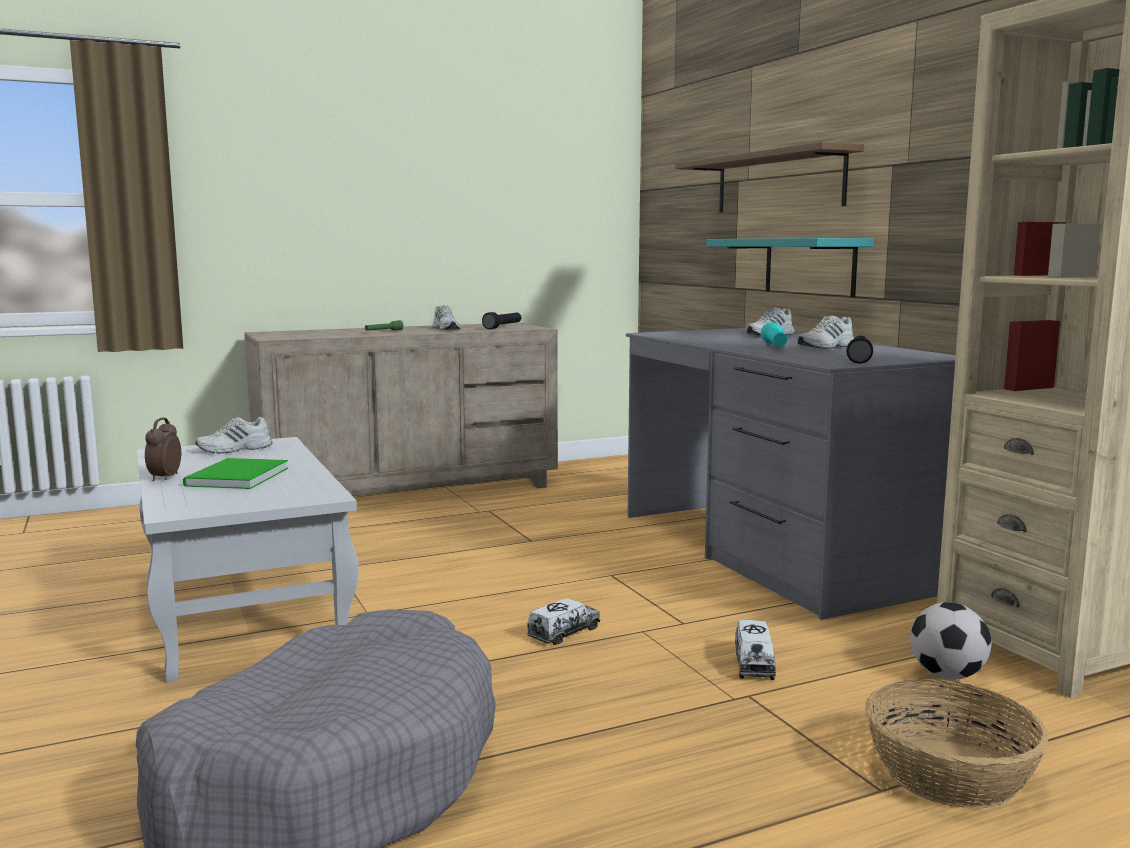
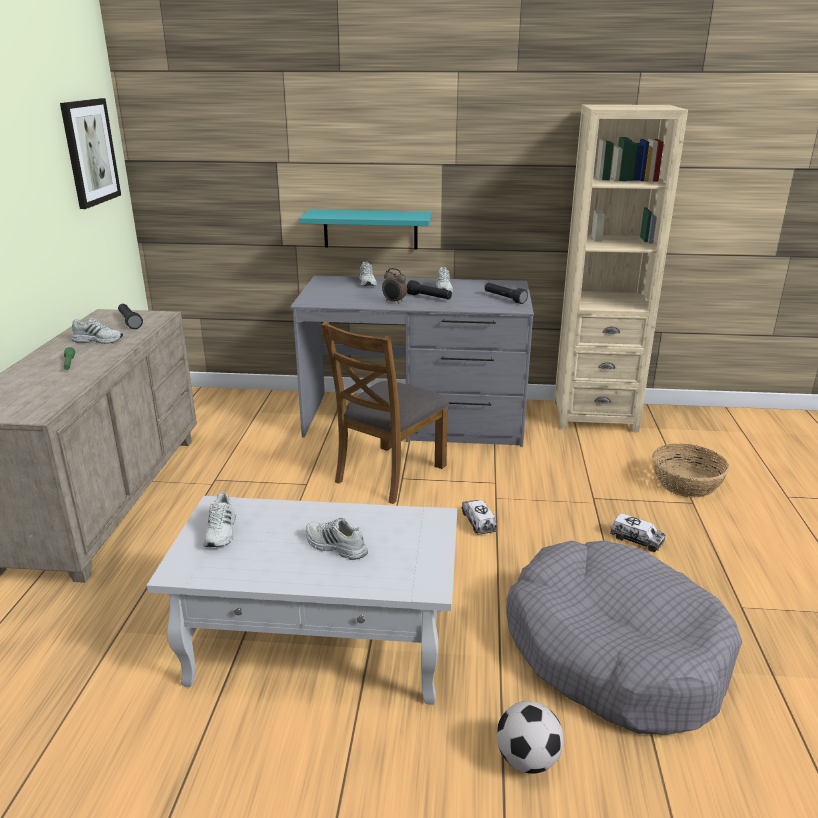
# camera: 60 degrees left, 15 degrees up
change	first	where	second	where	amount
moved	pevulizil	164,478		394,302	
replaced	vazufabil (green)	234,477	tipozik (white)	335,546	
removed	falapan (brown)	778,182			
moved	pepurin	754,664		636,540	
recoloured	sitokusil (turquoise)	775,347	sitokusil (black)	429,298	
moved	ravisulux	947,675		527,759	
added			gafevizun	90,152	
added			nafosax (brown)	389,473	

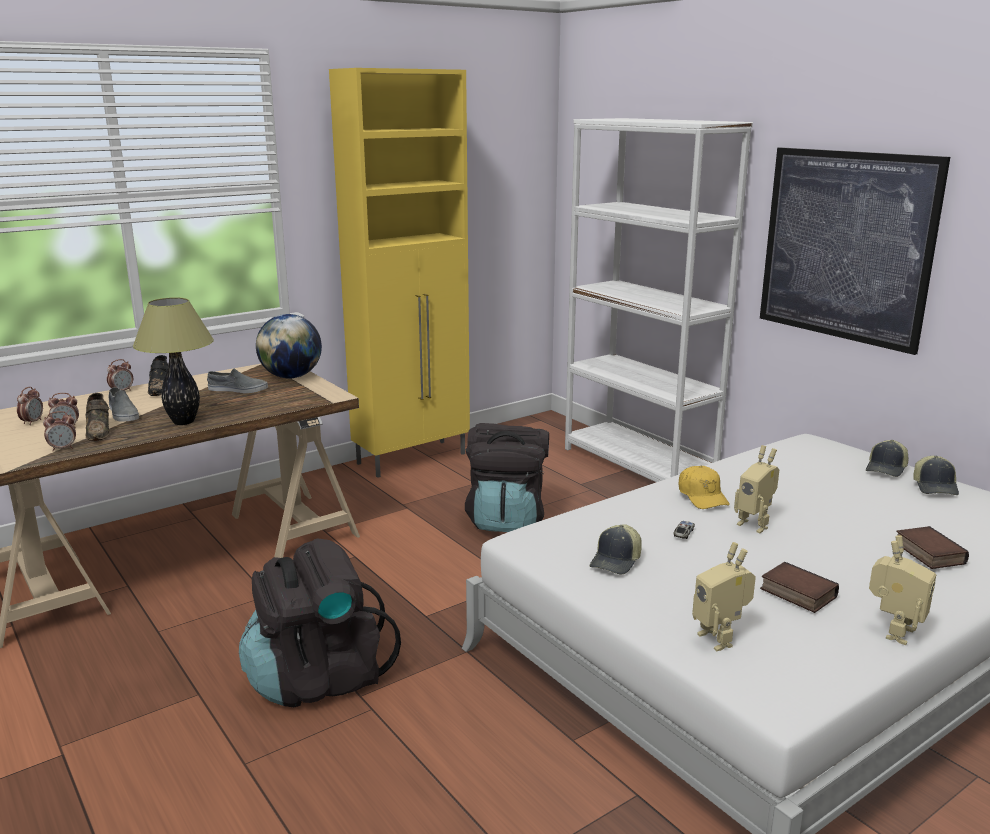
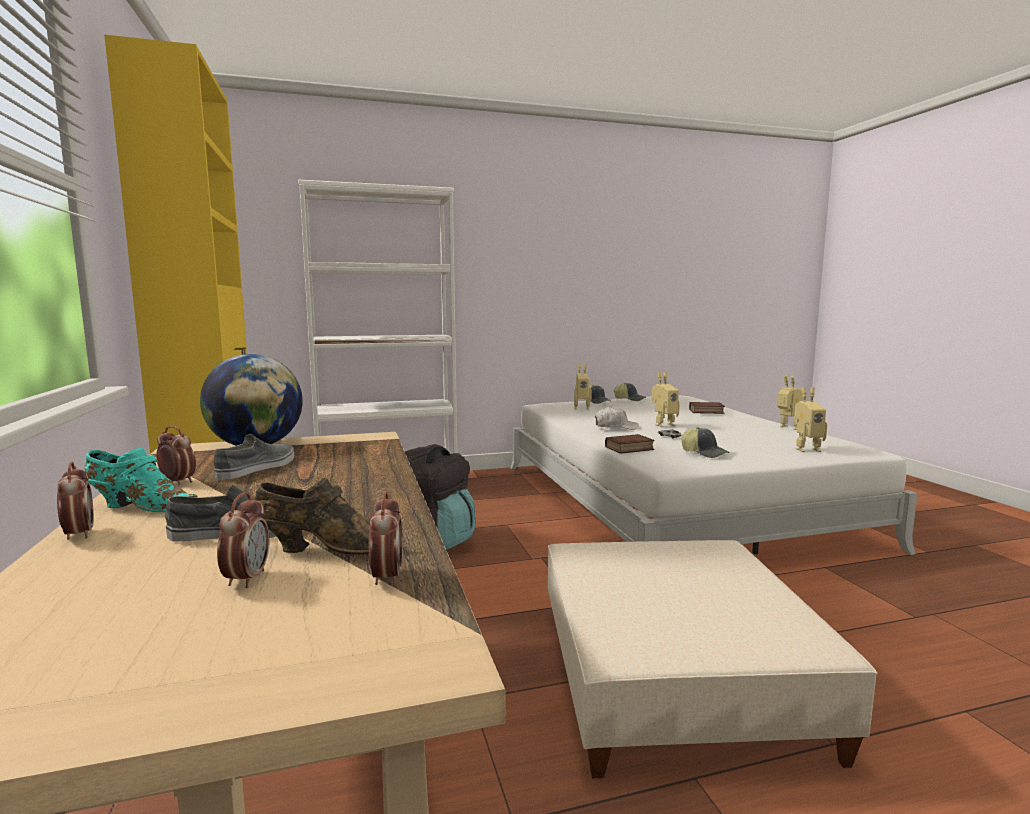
# camera: 70 degrees left, 10 degrees down
change	first	where	second	where	amount
moved	pevulizil	32,422		178,482	
removed	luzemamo	183,422			
recoloured	tipozik (black)	161,389	tipozik (turquoise)	140,506	
replaced	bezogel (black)	318,678	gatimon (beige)	674,677	
recoloured	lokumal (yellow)	702,496	lokumal (white)	615,427	
removed	gafevizun	845,246			
moved	vazufabil	796,593		629,449	
added			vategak	581,408	

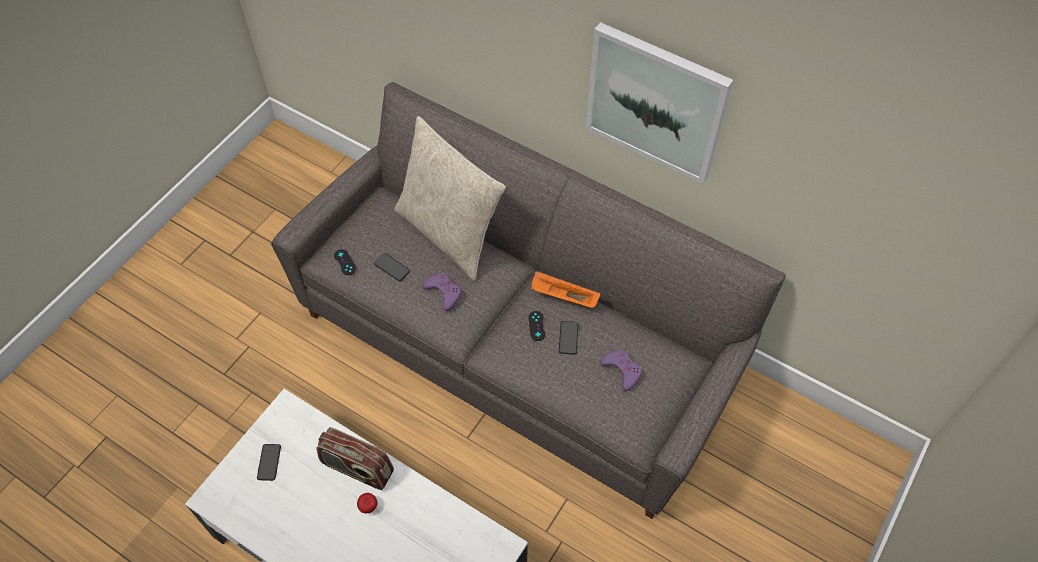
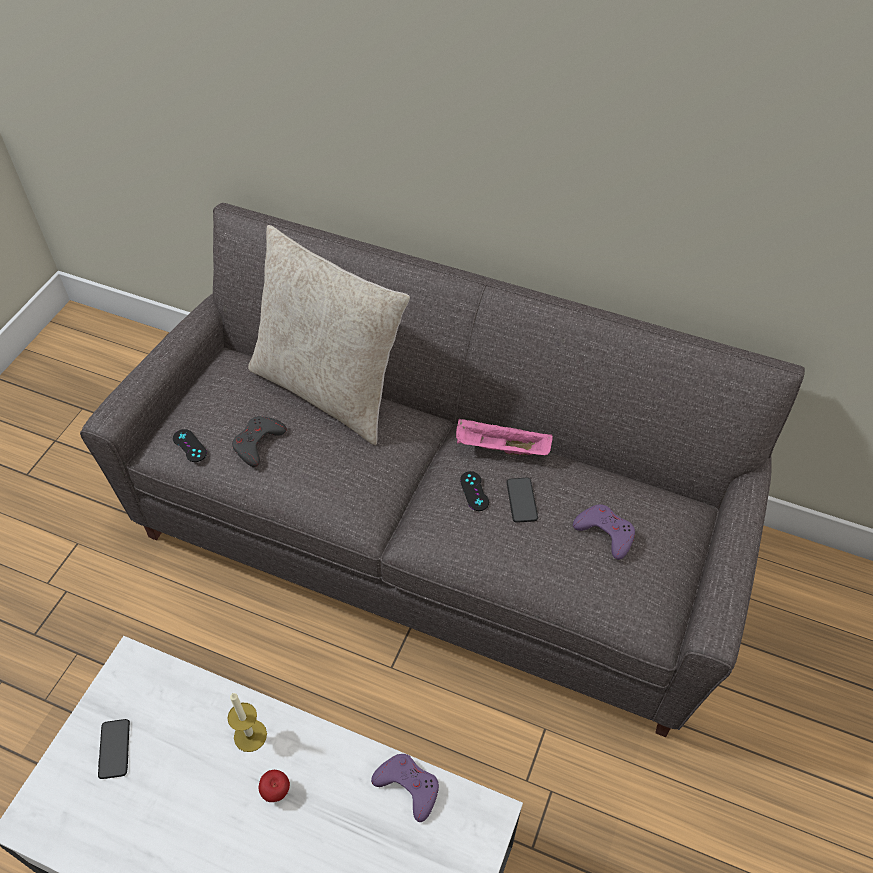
# camera: 10 degrees left, 5 degrees down
change	first	where	second	where	amount
replaced	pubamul	357,468	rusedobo	250,735	
replaced	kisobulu	392,267	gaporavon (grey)	258,443	
moved	gaporavon (purple)	443,292		408,786	
recoloured	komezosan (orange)	563,297	komezosan (pink)	500,448	
removed	gafevizun	656,102			

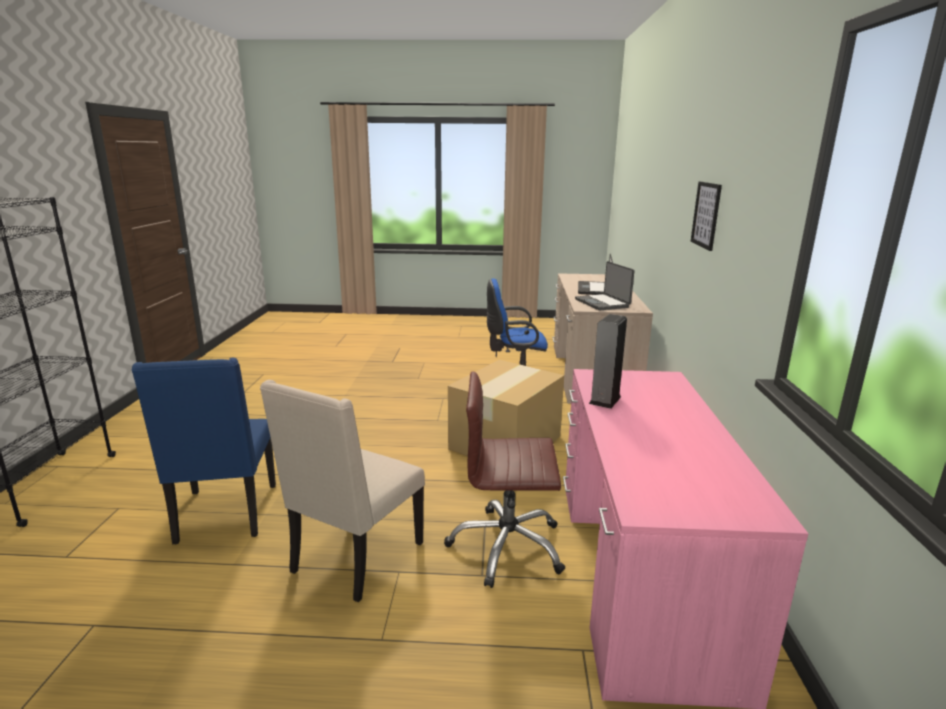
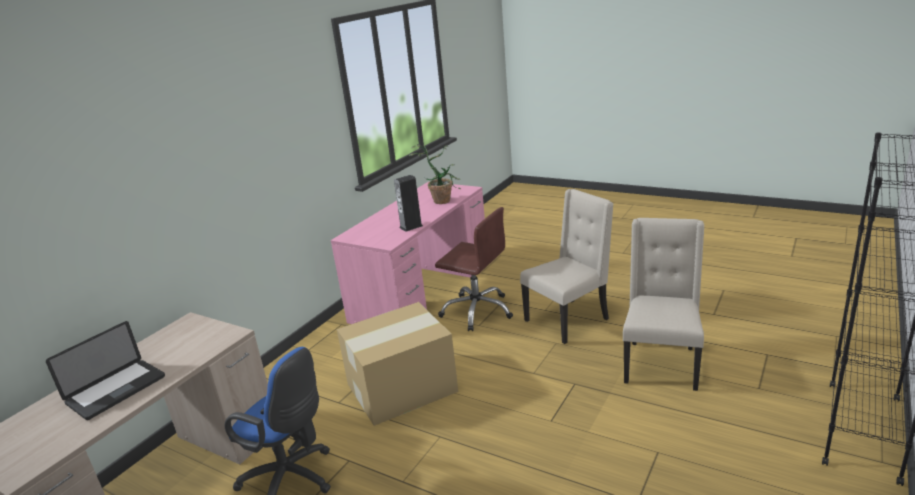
# camera: 150 degrees left, 5 degrees up
change	first	where	second	where	amount
recoloured	nafosax (blue)	225,515	nafosax (beige)	660,364	
removed	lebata	603,303			
removed	gafevizun	706,215			
added			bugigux	442,199	

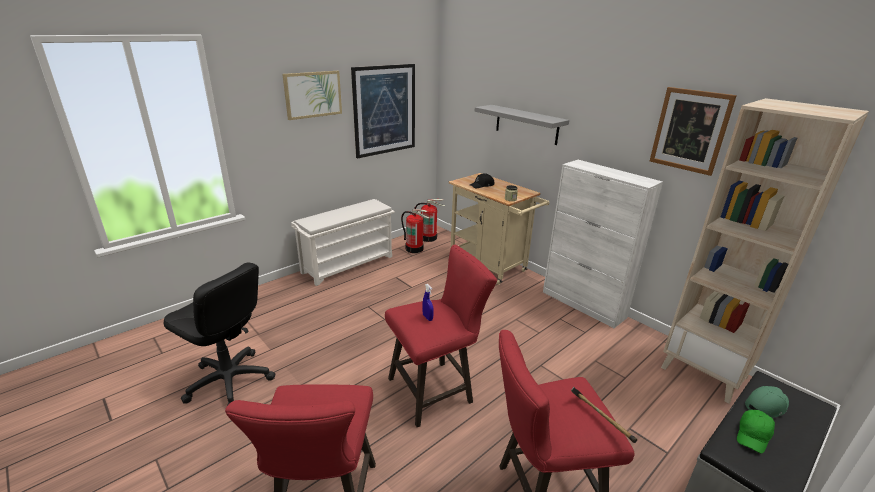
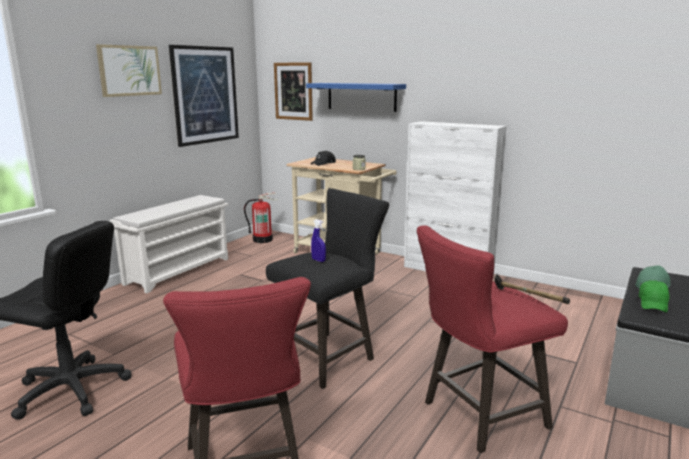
# camera: 15 degrees left, 10 degrees down
change	first	where	second	where	amount
recoloured	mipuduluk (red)	436,389	mipuduluk (black)	329,355	
removed	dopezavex	414,249			
recoloured	falapan (grey)	526,124	falapan (blue)	361,96	
moved	gafevizun	690,130		293,91	
removed	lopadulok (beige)	705,372			

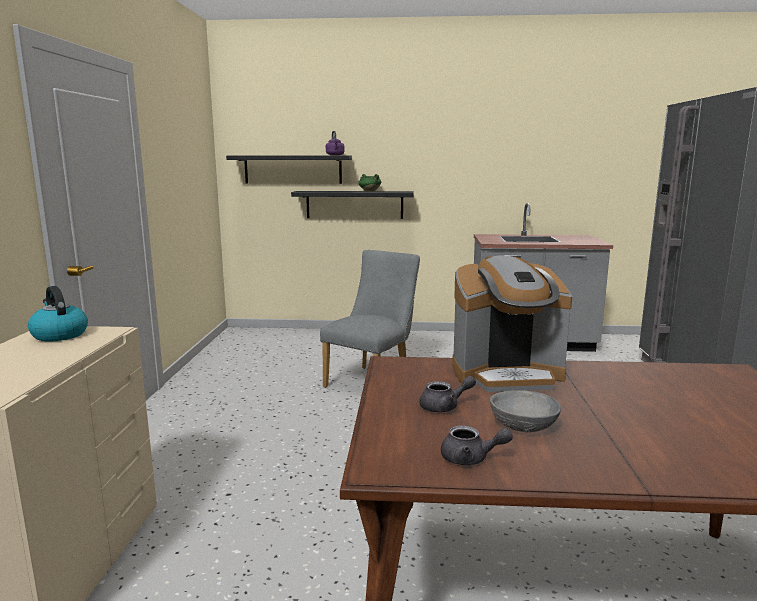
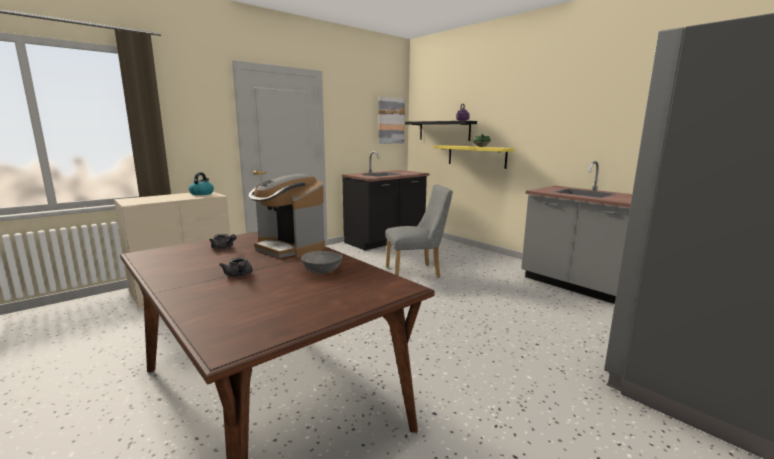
# camera: 45 degrees right, 0 degrees up
change	first	where	second	where	amount
recoloured	falapan (black)	354,204	falapan (yellow)	476,156	
moved	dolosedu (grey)	471,459		239,275	
moved	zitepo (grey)	523,426		321,271	
added			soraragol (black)	386,240	
added			gafevizun	390,120	

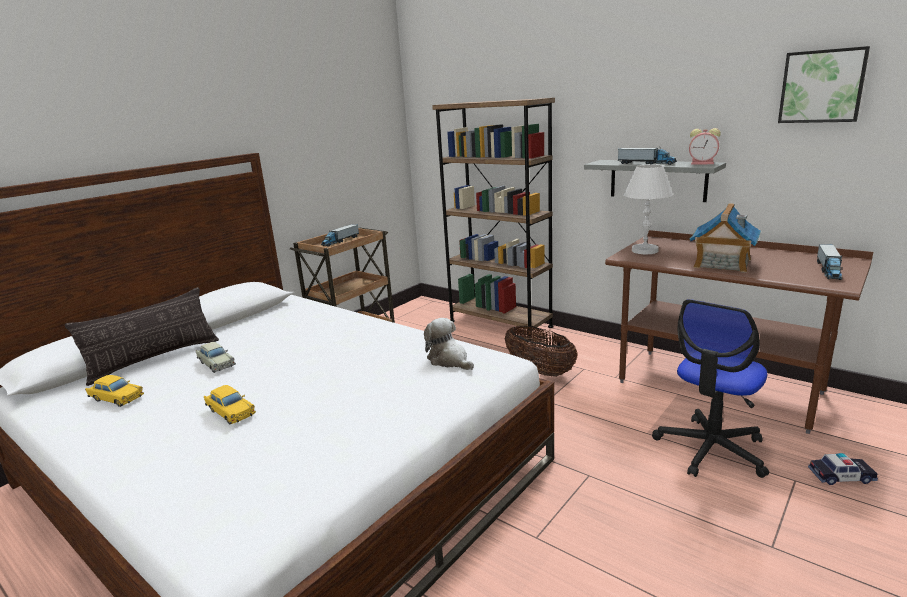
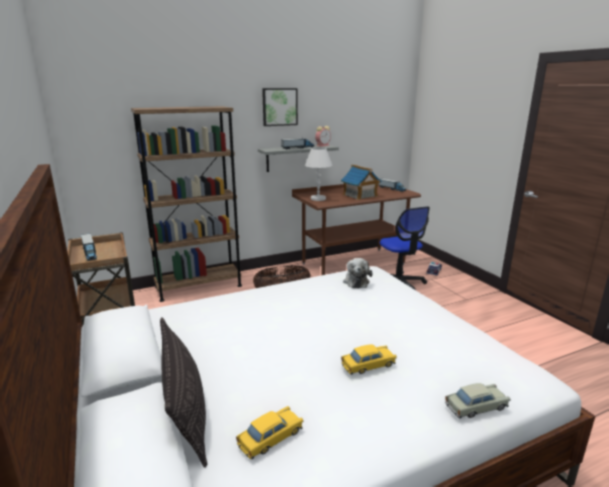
# camera: 65 degrees left, 0 degrees up
change	first	where	second	where	amount
moved	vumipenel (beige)	216,363		476,407	
turned	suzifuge	449,360		356,281	75 degrees counterclockwise
moved	gafevizun	822,86		279,107	

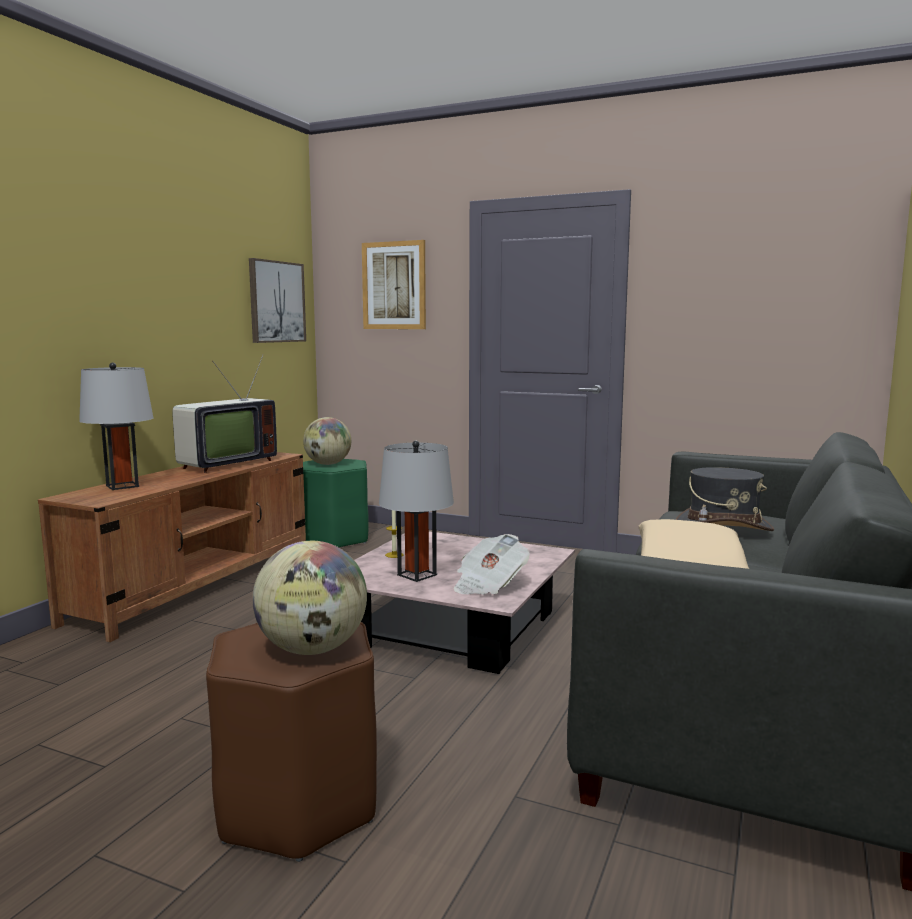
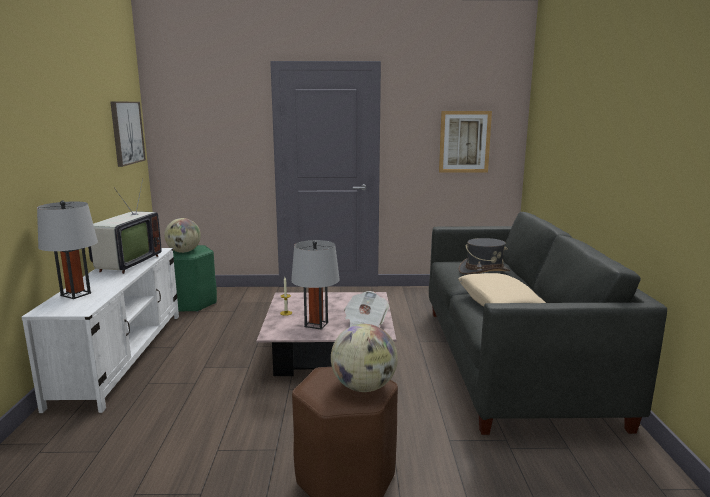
# camera: 25 degrees left, 5 degrees up
change	first	where	second	where	amount
recoloured	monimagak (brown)	198,584	monimagak (white)	122,355	
moved	gafevizun	394,285		464,142	

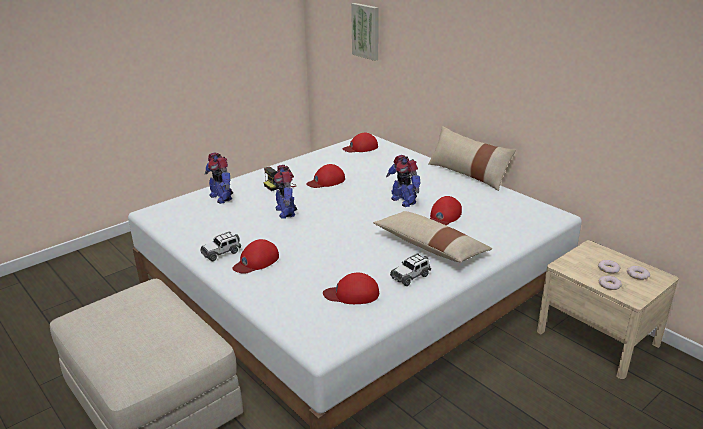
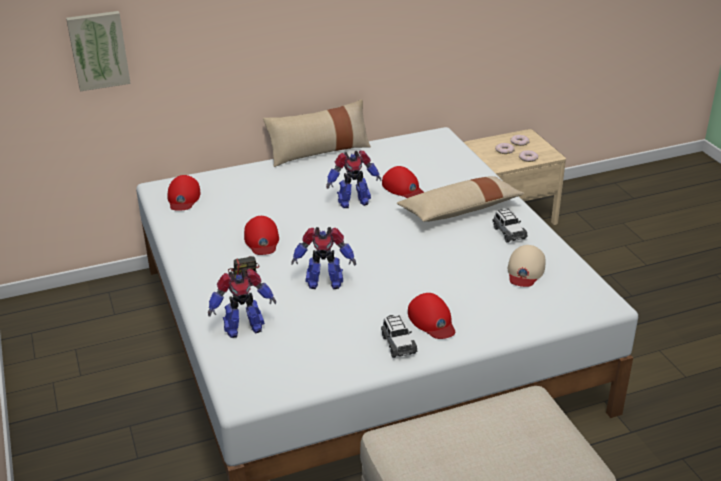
# camera: 70 degrees left, 5 degrees up
change	first	where	second	where	amount
recoloured	lokumal (red)	352,294	lokumal (beige)	525,270	

